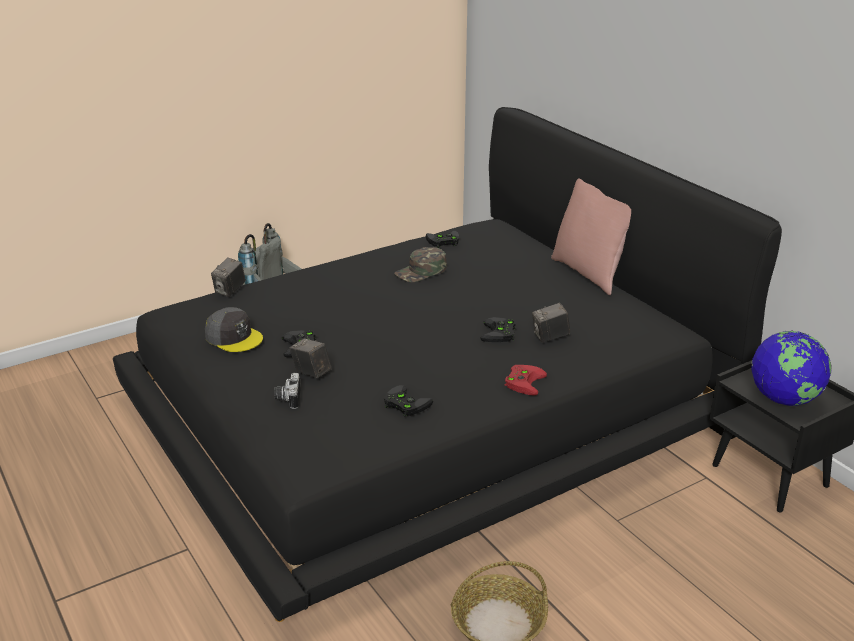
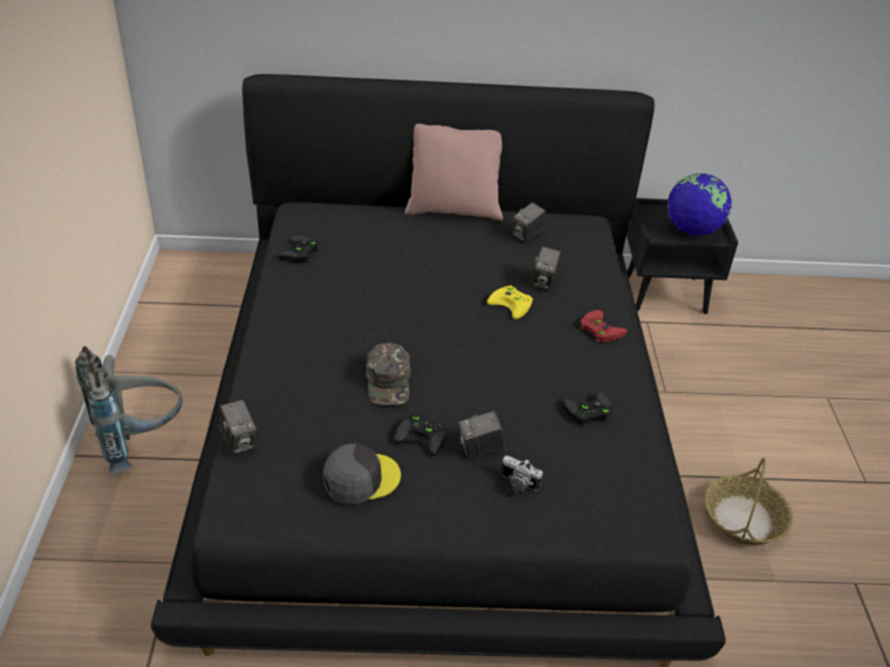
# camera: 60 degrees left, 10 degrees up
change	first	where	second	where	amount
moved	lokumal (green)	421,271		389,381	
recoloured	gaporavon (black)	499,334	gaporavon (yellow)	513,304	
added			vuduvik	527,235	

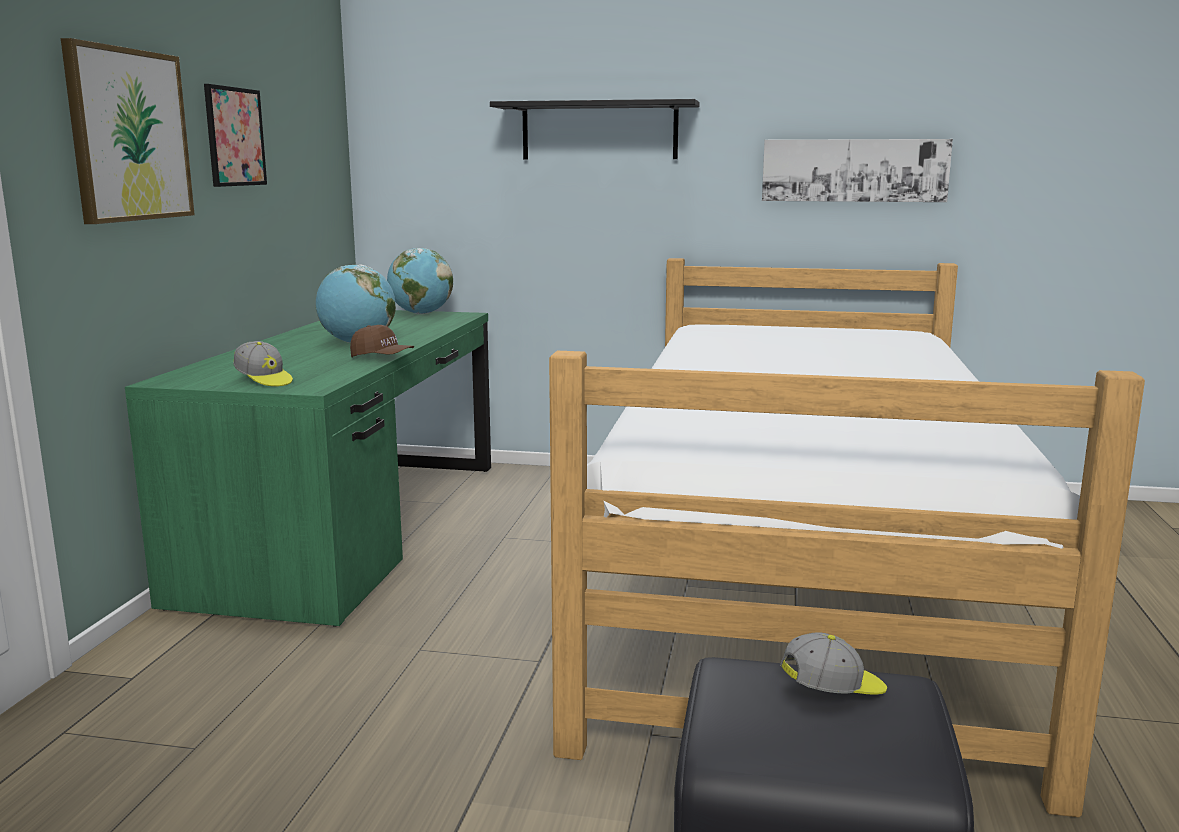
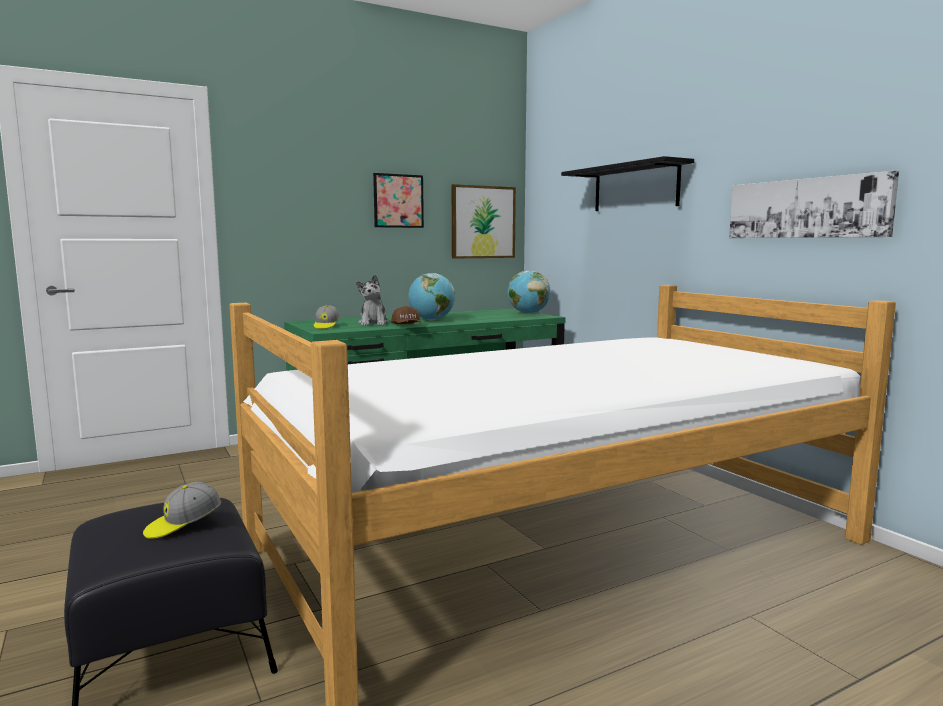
# camera: 50 degrees right, 5 degrees down
change	first	where	second	where	amount
moved	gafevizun	129,135		483,222	
turned	lokumal	833,690		183,525	105 degrees clockwise
added			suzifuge	373,323	

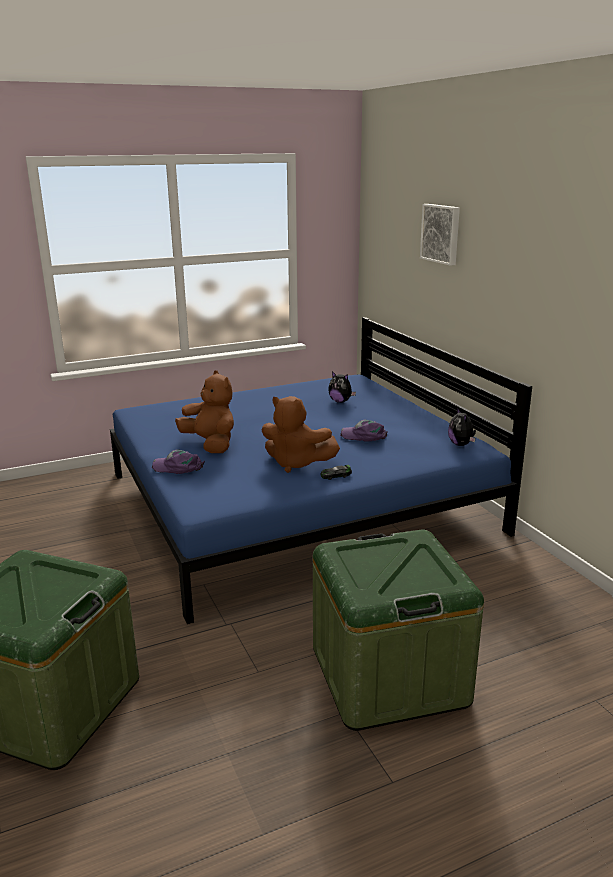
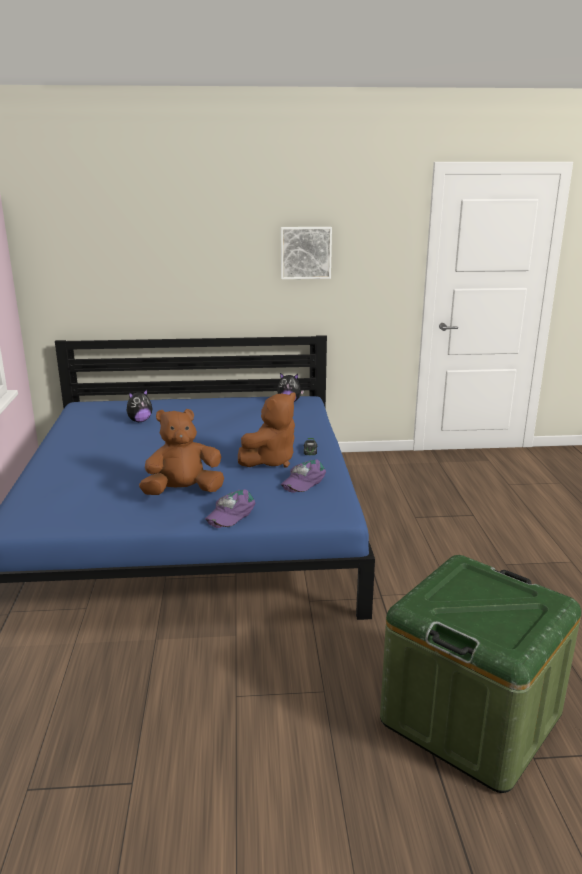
# camera: 70 degrees left, 0 degrees up
change	first	where	second	where	amount
removed	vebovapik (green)	389,675			
moved	lokumal (purple)	364,436		303,481	
moved	gafevizun	441,233		305,252	

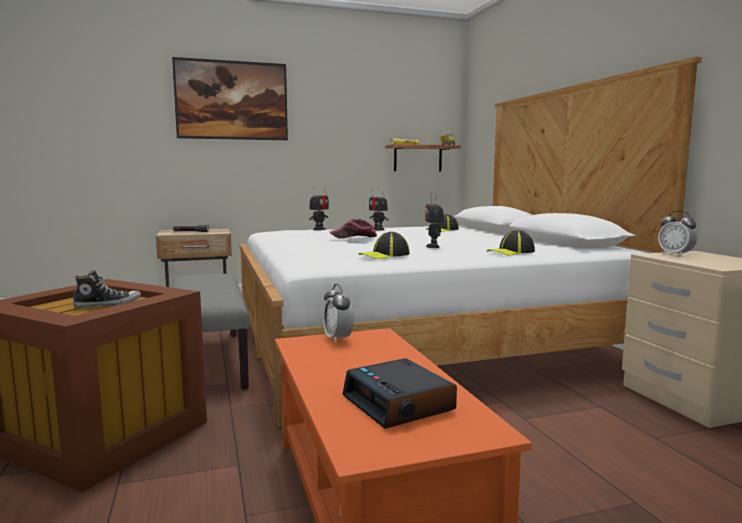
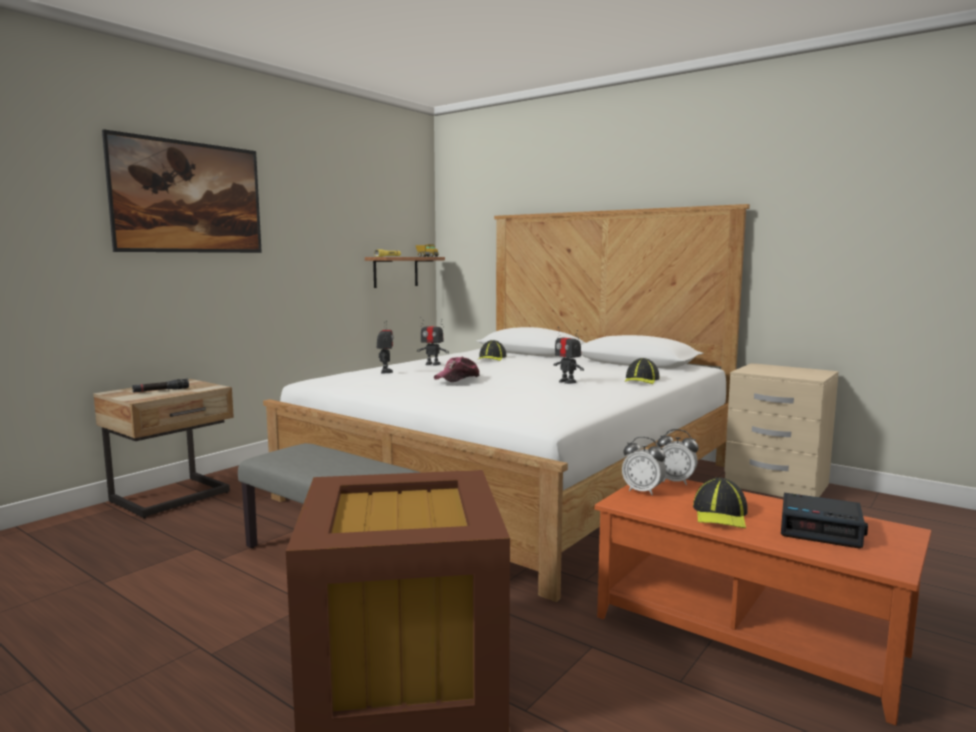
# camera: 35 degrees left, 0 degrees up
change	first	where	second	where	amount
removed	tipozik	108,305			
moved	lokumal	384,255		720,514	
moved	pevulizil	675,254		675,481	

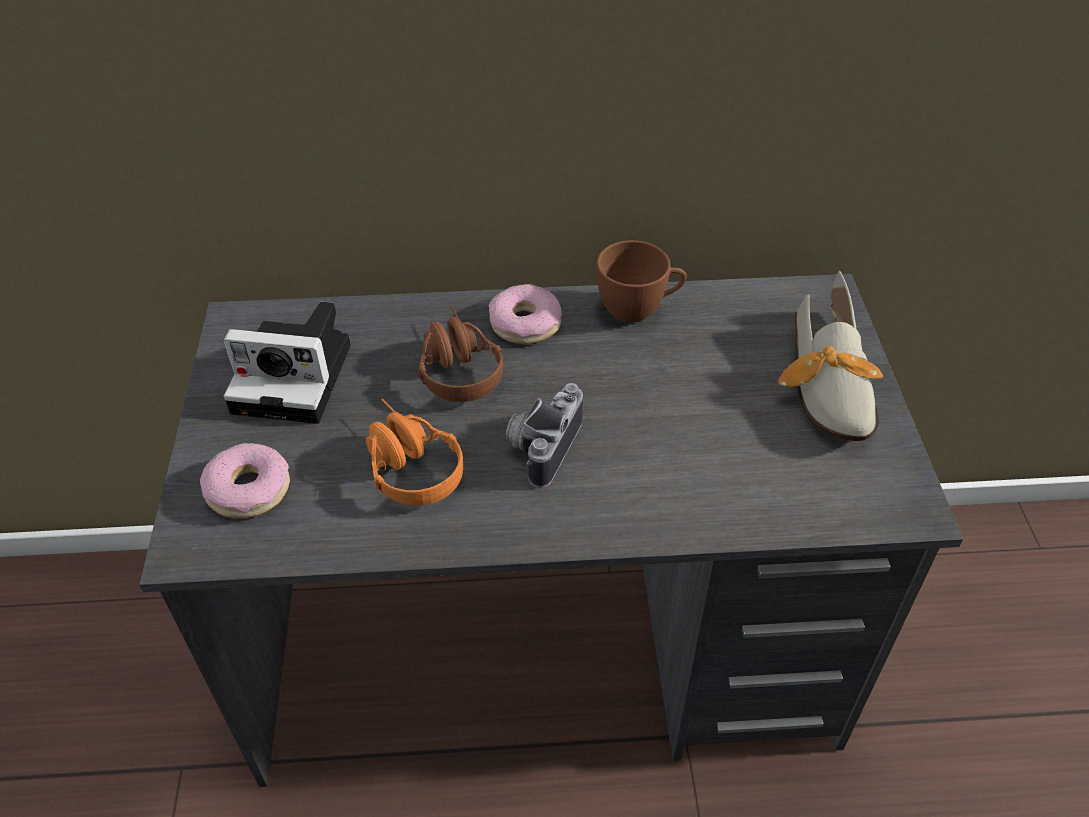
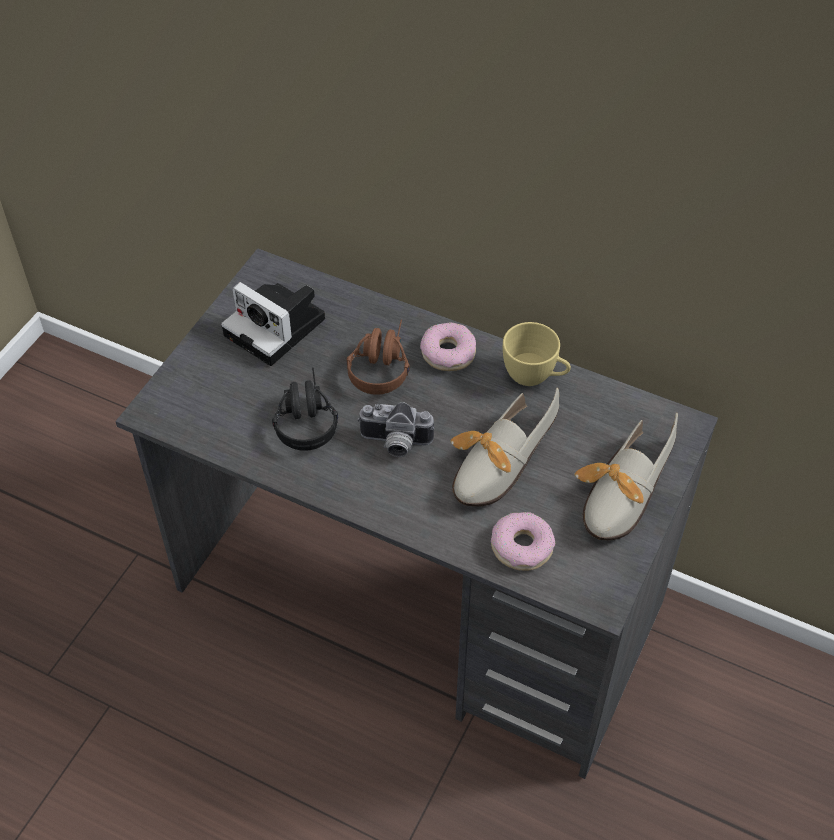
# camera: 30 degrees right, 5 degrees up
change	first	where	second	where	amount
moved	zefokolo	248,490		521,547	
recoloured	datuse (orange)	406,464	datuse (black)	305,417	
turned	vuduvik	541,446		395,444	135 degrees counterclockwise
recoloured	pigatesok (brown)	639,309	pigatesok (yellow)	534,376	
added			tipozik	497,464	

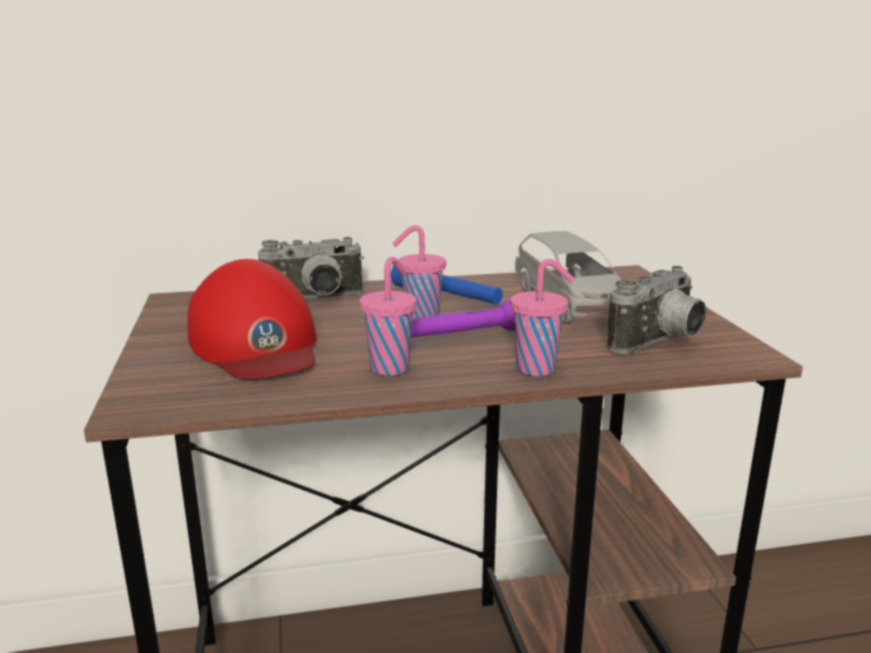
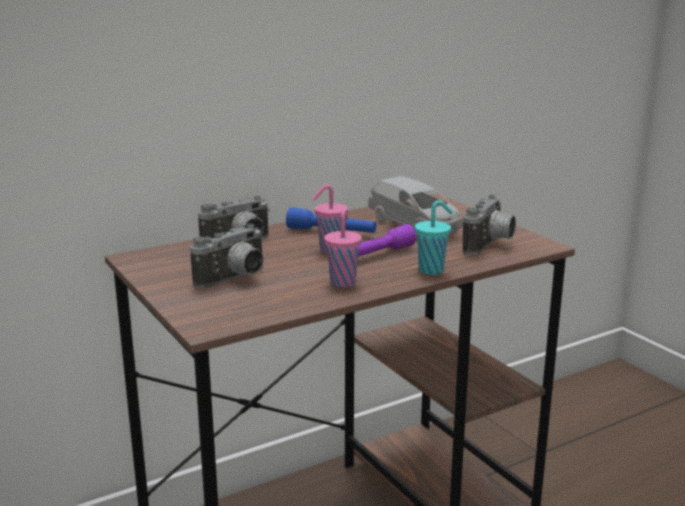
# camera: 20 degrees left, 0 degrees up
change	first	where	second	where	amount
replaced	lokumal (red)	255,343	vuduvik	236,279	
recoloured	pigatesok (pink)	538,369	pigatesok (turquoise)	432,270	

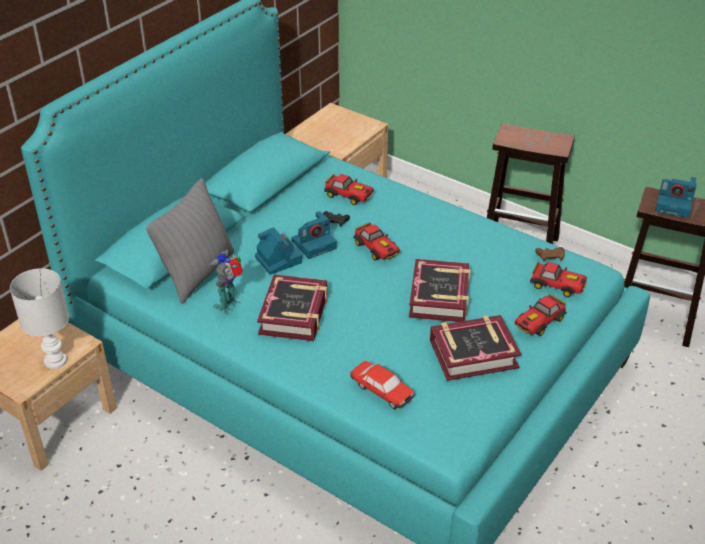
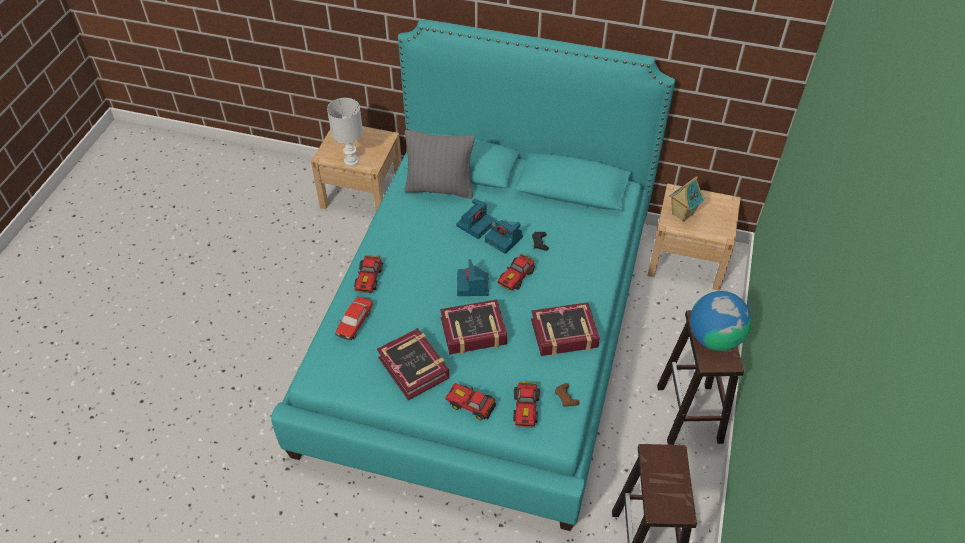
# camera: 70 degrees right, 10 degrees up
change	first	where	second	where	amount
removed	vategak	229,305			
moved	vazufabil	294,314		564,334	
moved	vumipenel	349,196		368,280	
moved	vuduvik	675,204		473,286	
added			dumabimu	681,214	
added			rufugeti	714,338	

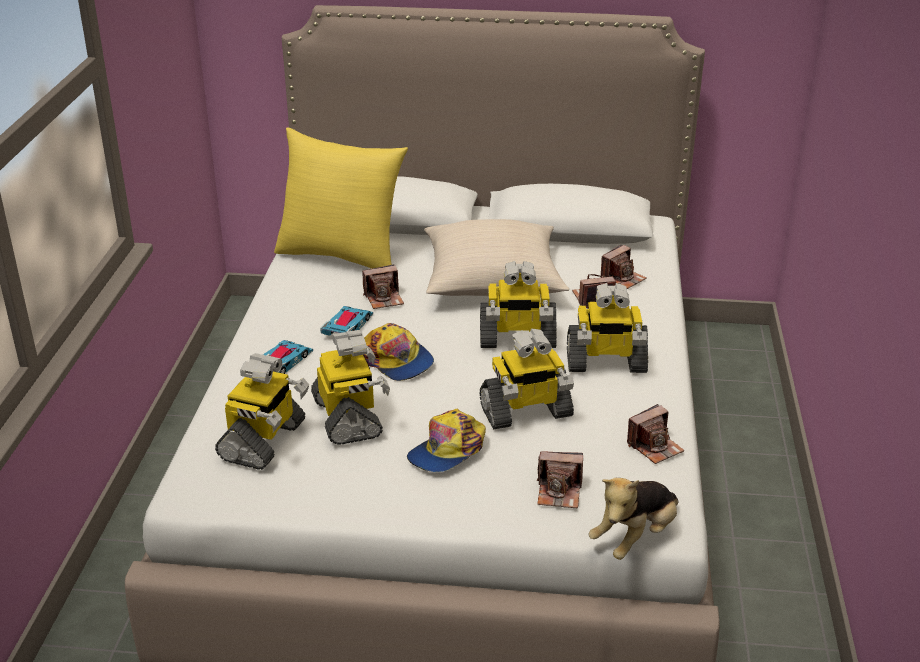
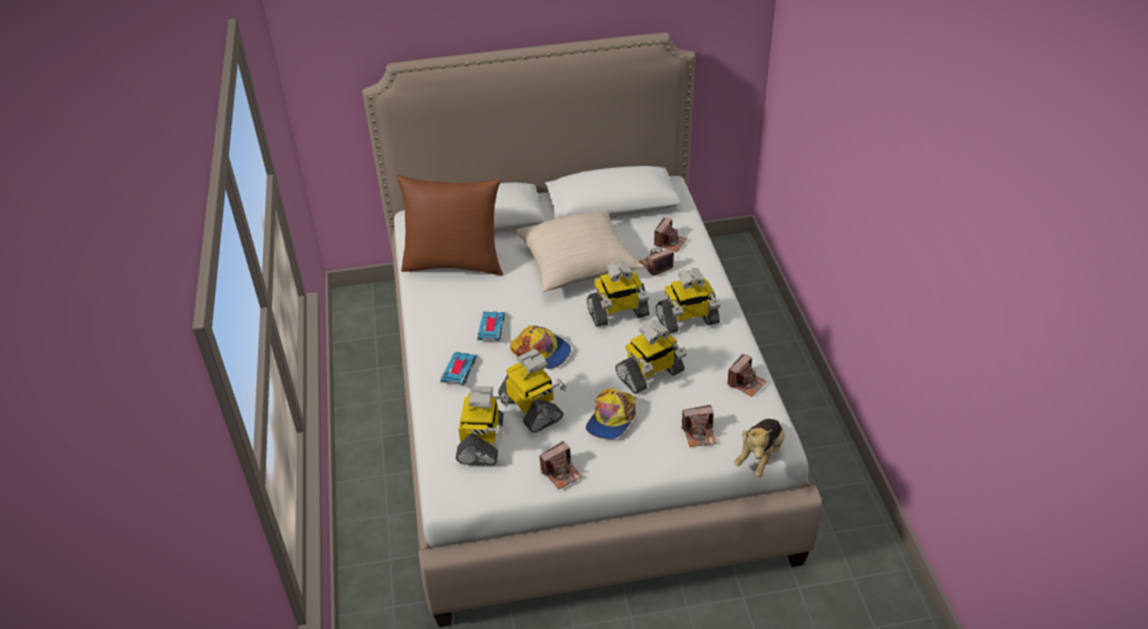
# camera: 15 degrees left, 10 degrees up
change	first	where	second	where	amount
recoloured	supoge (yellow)	342,256	supoge (brown)	454,263	
moved	vuduvik	384,299		561,473	

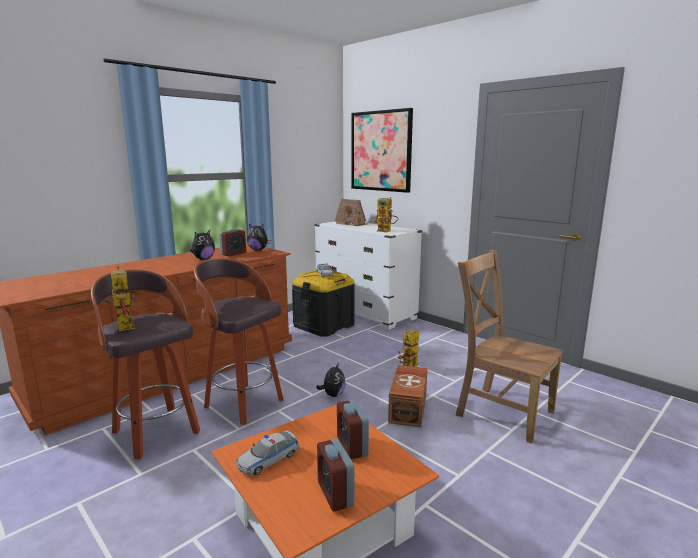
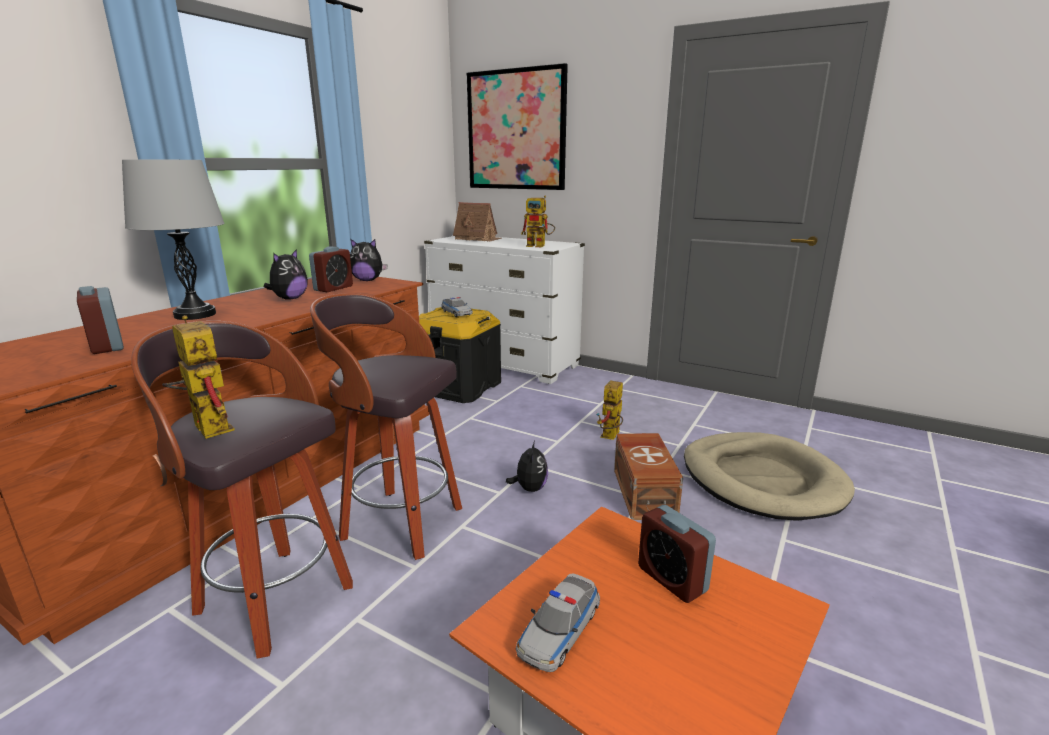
# camera: 15 degrees left, 5 degrees up
change	first	where	second	where	amount
moved	pevulizil	335,494		107,346	
replaced	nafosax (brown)	501,411	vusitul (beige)	761,480	
added			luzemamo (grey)	195,315	

